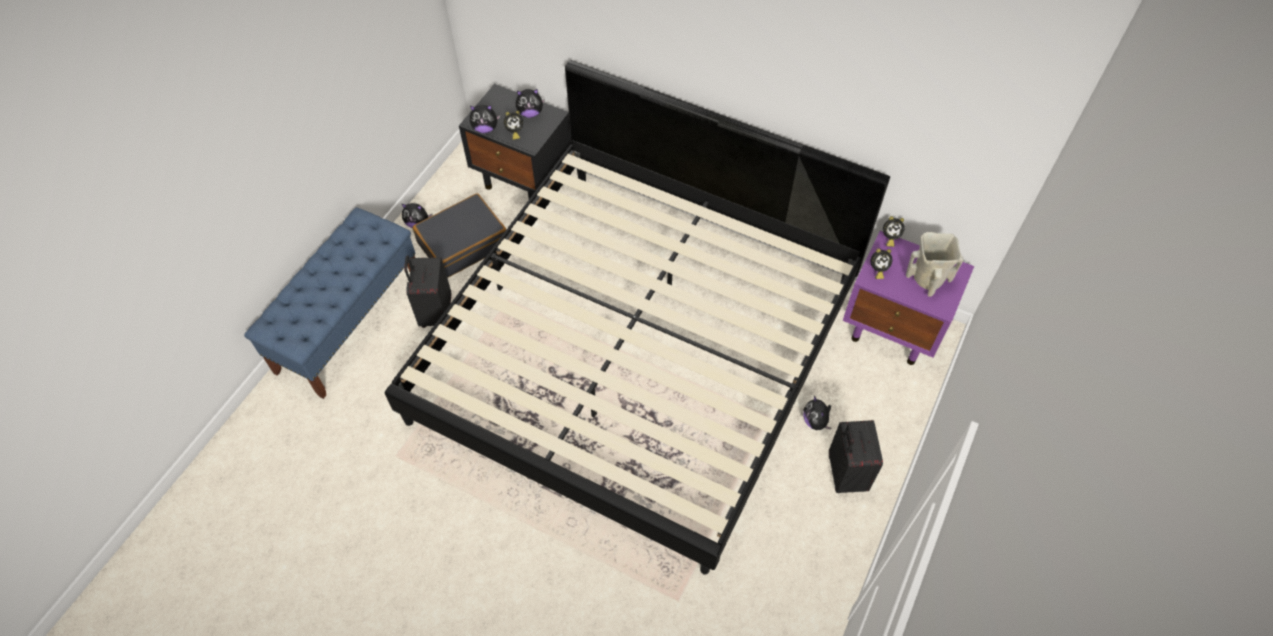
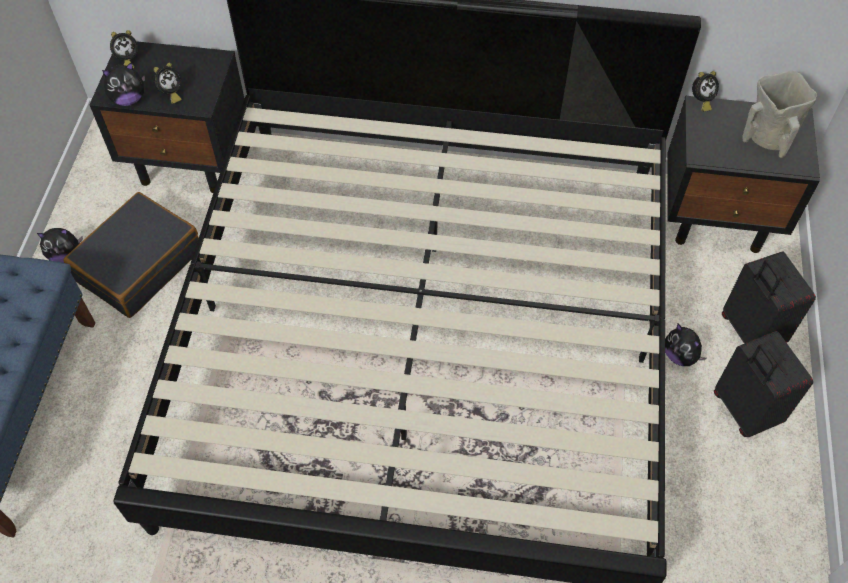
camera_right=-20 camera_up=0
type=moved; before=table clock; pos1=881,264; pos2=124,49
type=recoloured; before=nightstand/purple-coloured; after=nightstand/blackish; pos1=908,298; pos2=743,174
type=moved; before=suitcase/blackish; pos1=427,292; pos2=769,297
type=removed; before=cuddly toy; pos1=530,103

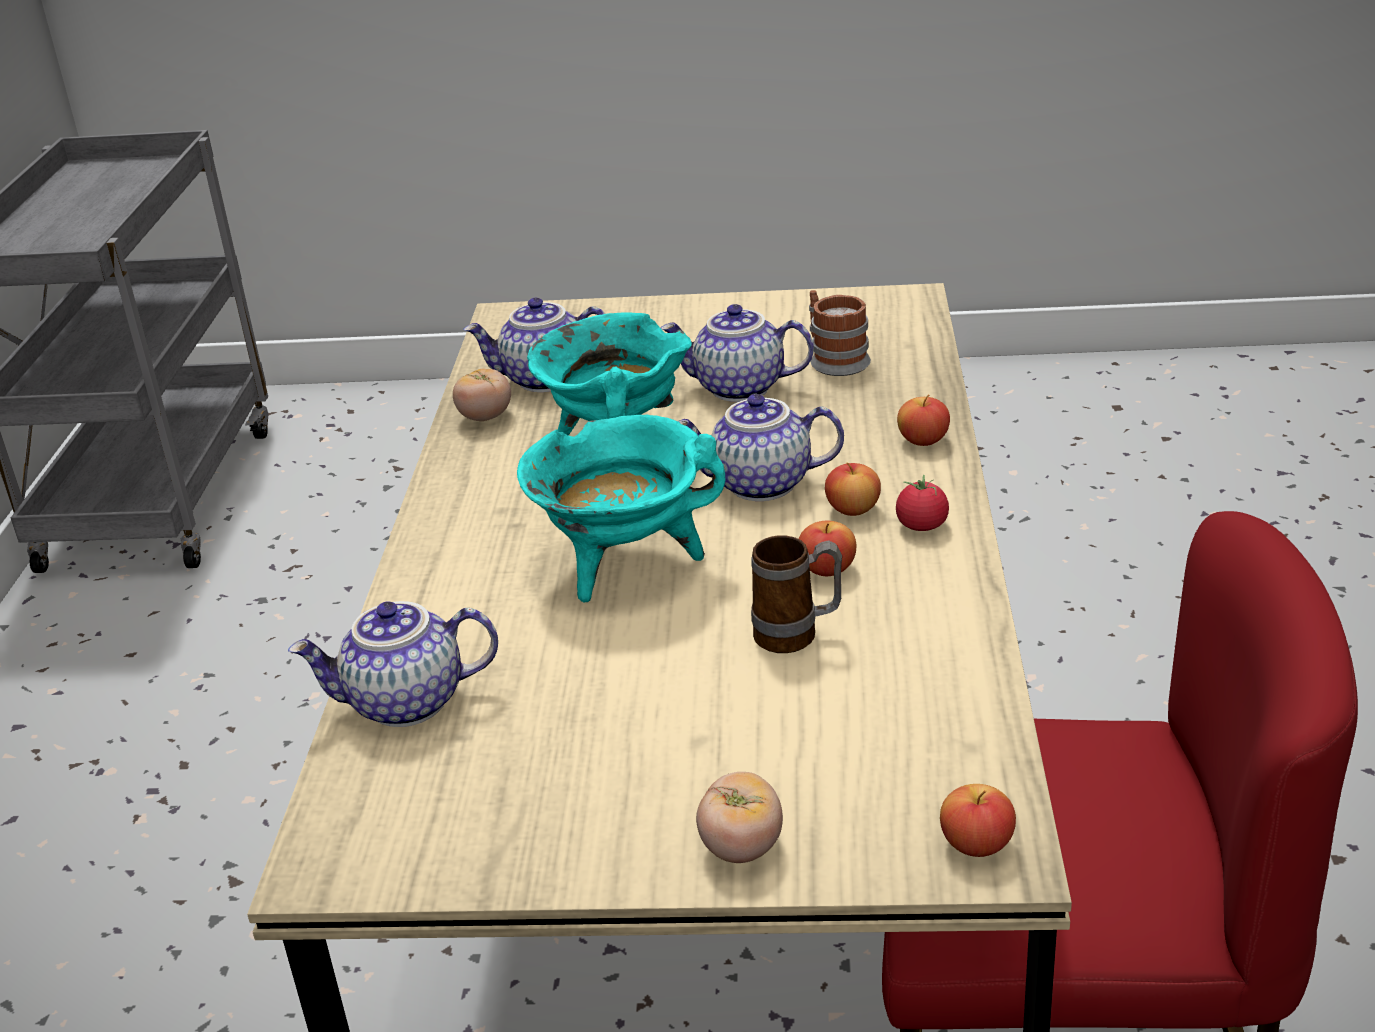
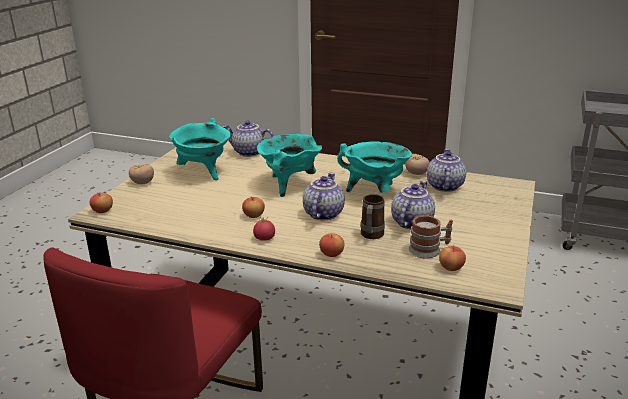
camera_right=105 camera_up=-5
type=added; after=saucepot/blue-green; pos2=200,149
type=turned; before=teapot; pos1=393,664; pos2=248,139; turn=-75
type=moved; before=coffee mug; pos1=796,594; pos2=373,216
type=moved; before=apple; pos1=853,489; pos2=452,258

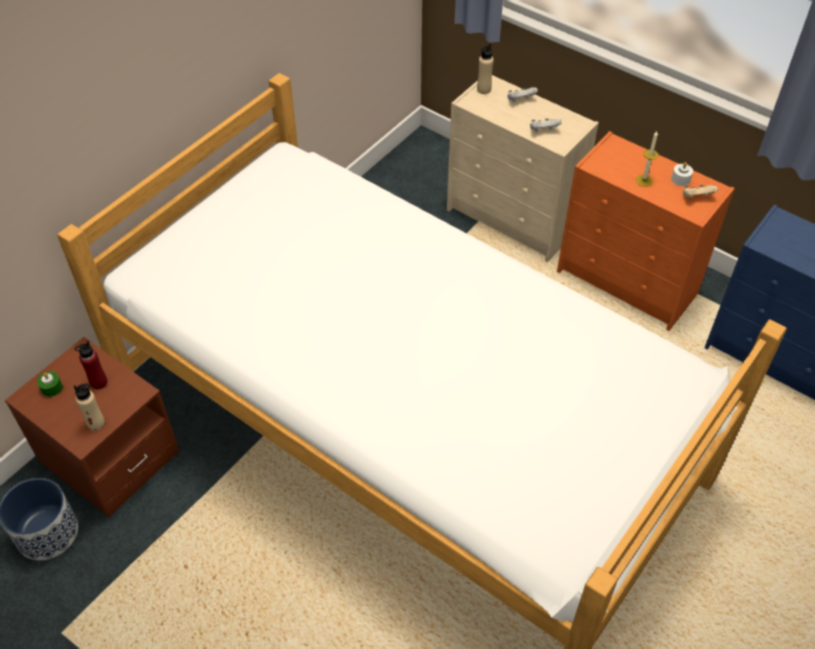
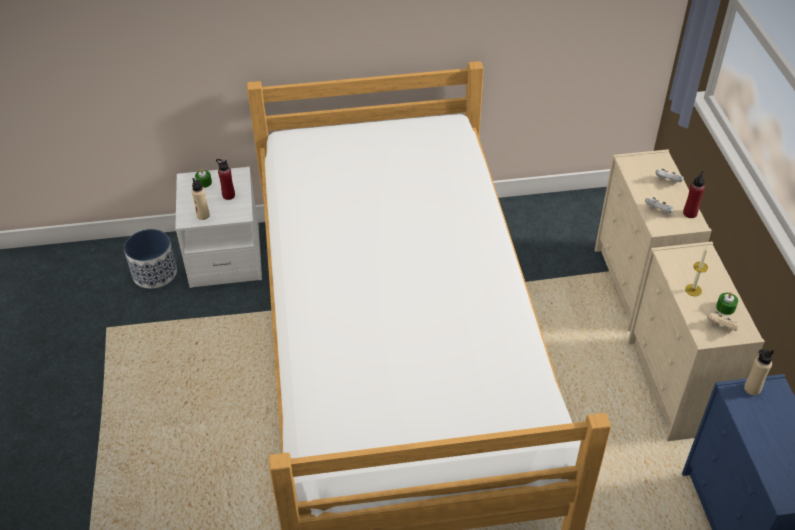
camera_right=45 camera_up=-5
type=recoloured; before=nightstand/brown; after=nightstand/whitish; pos1=92,427; pos2=218,227
type=recoloured; before=drawer chest/orange-coloured; after=drawer chest/beige-coloured; pos1=646,231; pos2=696,341
type=added; after=beverage bottle/reddish; pos2=694,194
type=recoloured; before=wax candle/whitish; after=wax candle/green-coloured; pos1=682,174; pos2=727,303
type=moved; before=beverage bottle/beige-coloured; pos1=485,68; pos2=759,372

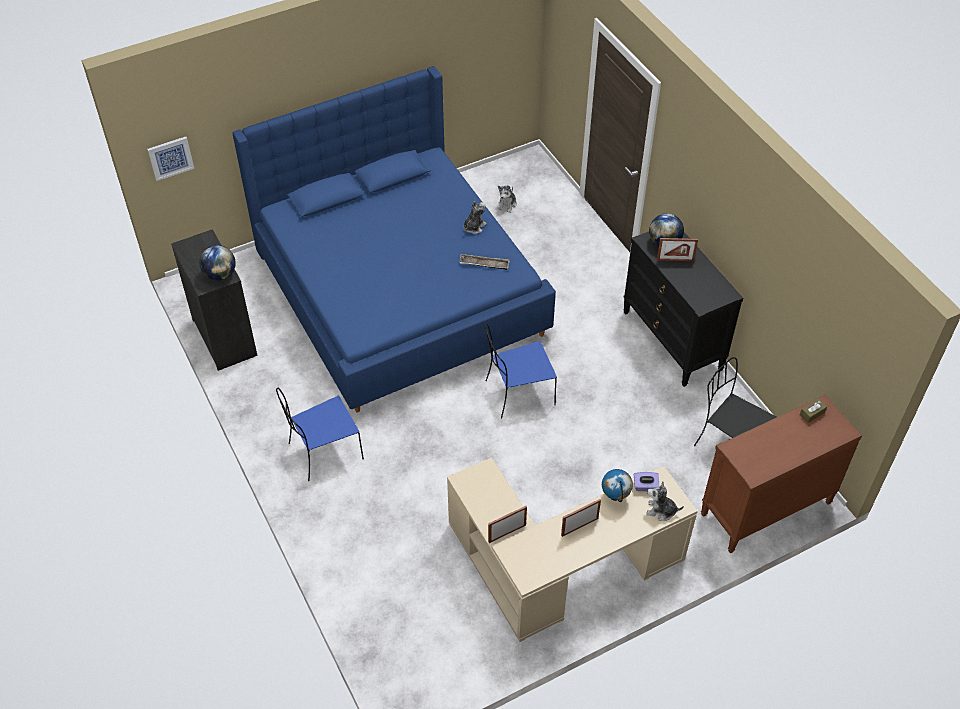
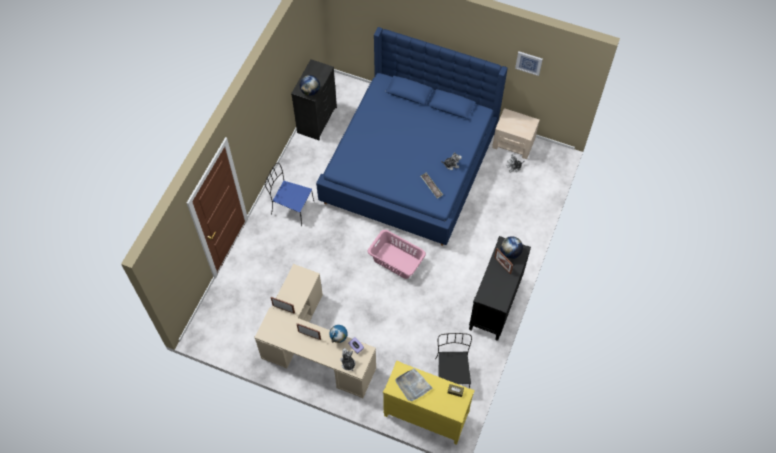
camera_right=50 camera_up=10
type=replaced; before=plain chair/blue-coloured; after=washing basket/pinkish; pos1=521,371; pos2=397,254
type=recoloured; before=drawer chest/brown; after=drawer chest/yellow-coloured; pos1=781,473; pos2=429,402
type=added; after=tray/grey; pos2=414,384
type=added; after=nightstand/beige-coloured; pos2=516,133
type=moved; before=wall picture; pos1=170,159; pos2=529,64

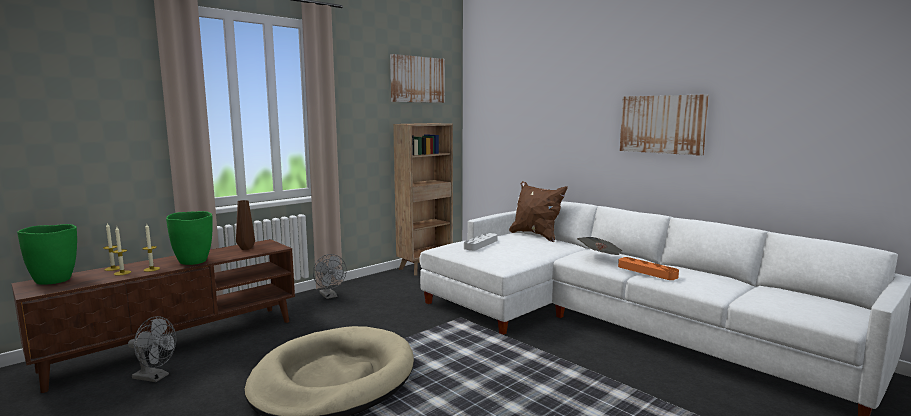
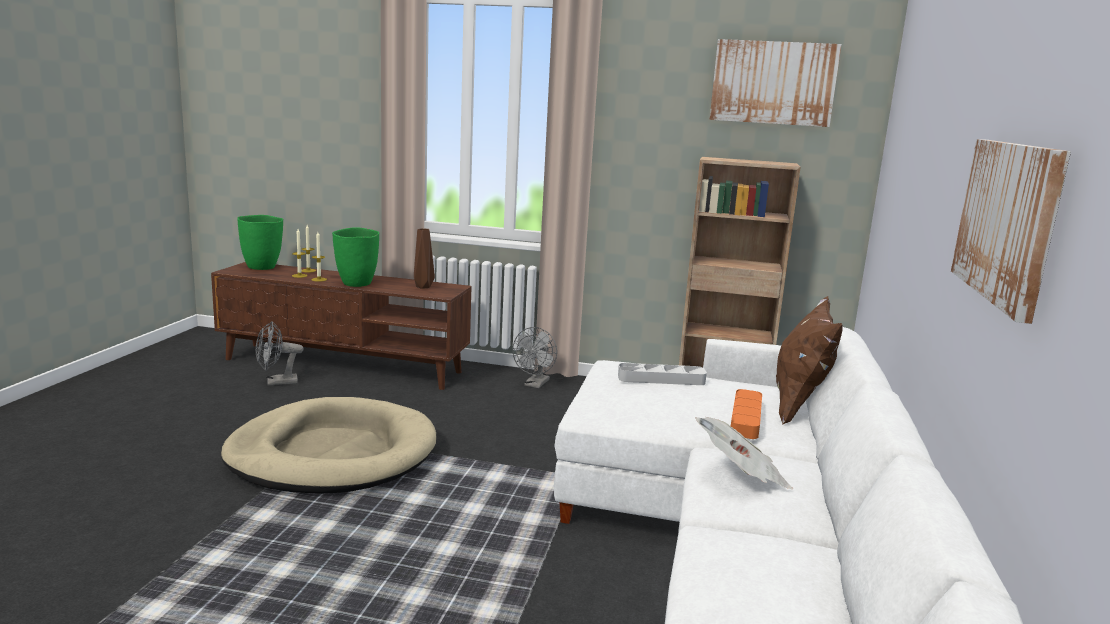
camera_right=55 camera_up=5
type=turned; before=cooling fan/grey; pos1=152,349; pos2=280,353; turn=90
type=moved; before=tray/orange-coloured; pos1=648,268; pos2=746,414

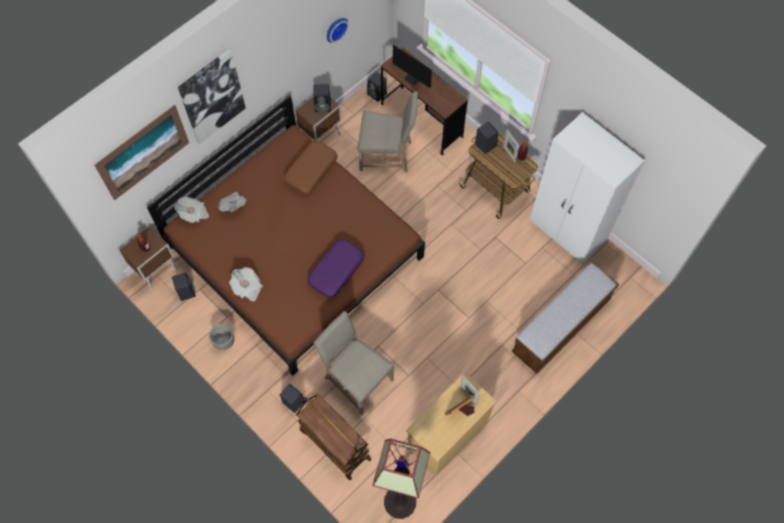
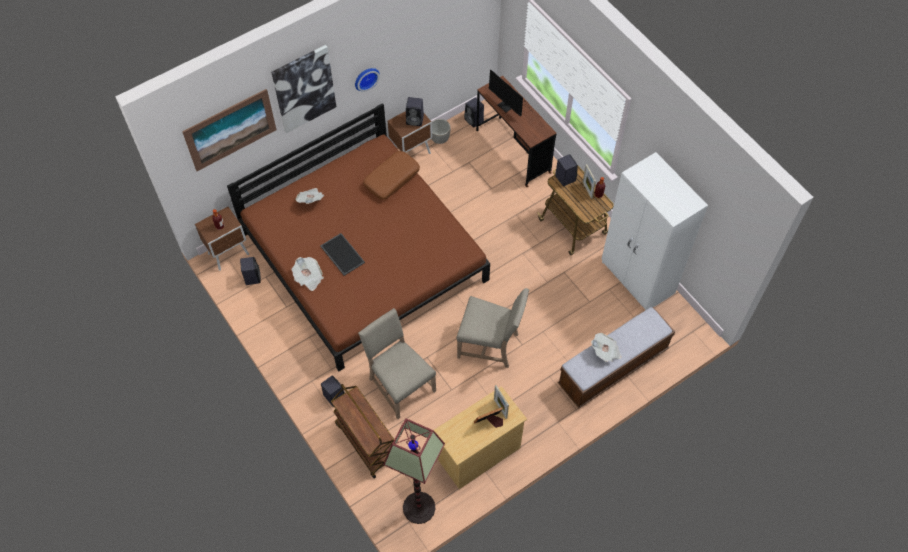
camera_right=10 camera_up=-5
type=added; after=tray; pos2=342,254
type=moved; before=hanging clock; pos1=338,30; pos2=367,80
type=moved; before=flower pot; pos1=221,336; pos2=441,131
type=moved; before=plain chair/beige-coloured; pos1=388,131; pos2=492,328
type=moved; before=daily paper; pos1=192,209; pos2=606,347
type=removed; before=cushion/purple-coloured; pos1=336,268

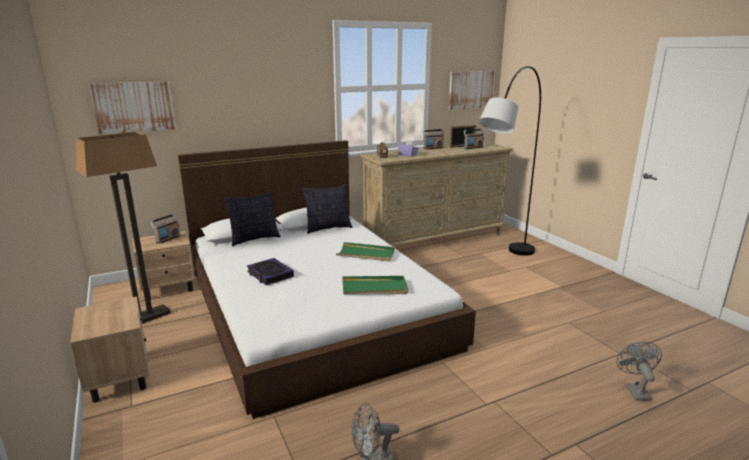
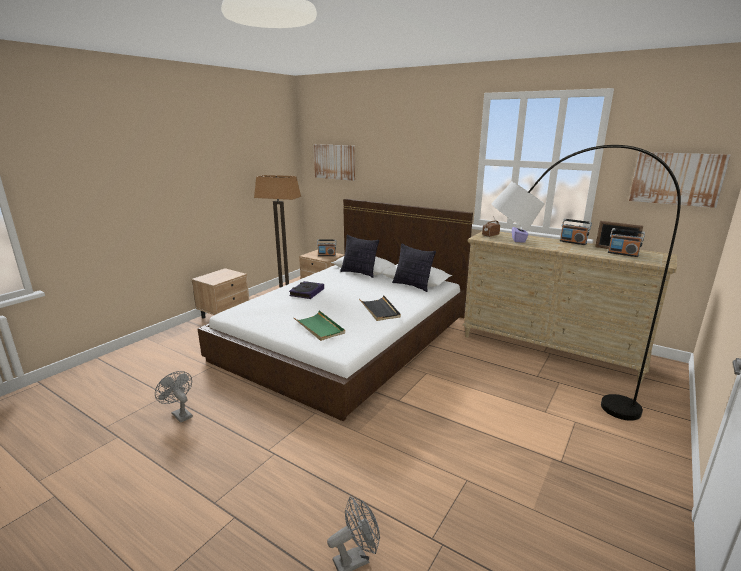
camera_right=60 camera_up=0
type=recoloured; before=tray/green-coloured; after=tray/blackish; pos1=365,251; pos2=380,308

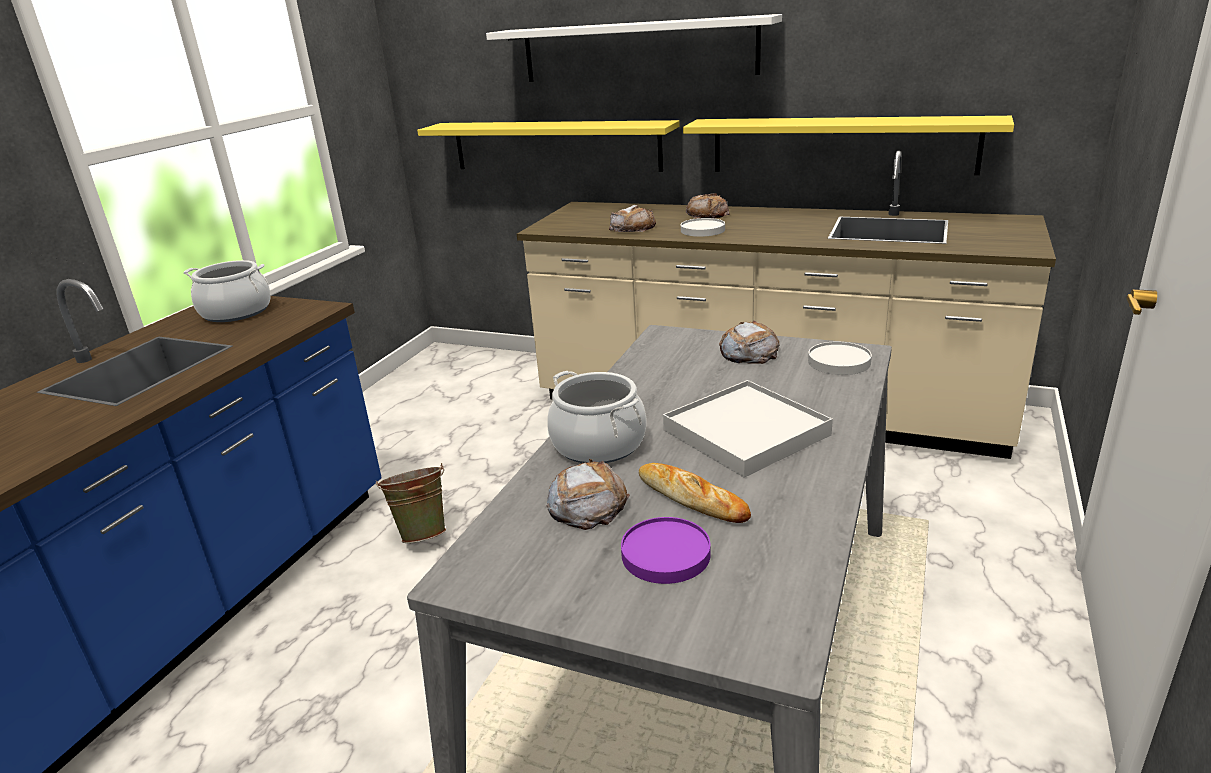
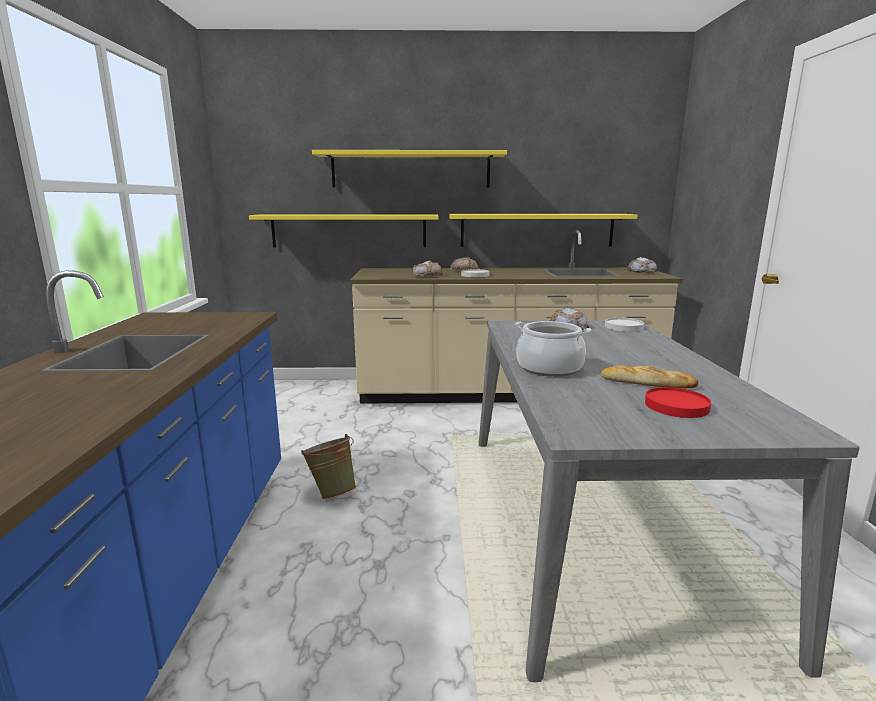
camera_right=-25 camera_up=-10
type=recoloured; before=bracket shelf/whitish; after=bracket shelf/yellow-coloured; pos1=634,48; pos2=409,169
type=moved; before=bakery bread; pos1=588,494; pos2=642,265
type=recoloured; before=flat dish/purple-coloured; after=flat dish/reddish; pos1=666,550; pos2=678,402
type=removed; before=saucepot; pos1=227,291
type=removed; before=tray/whitish; pos1=748,429

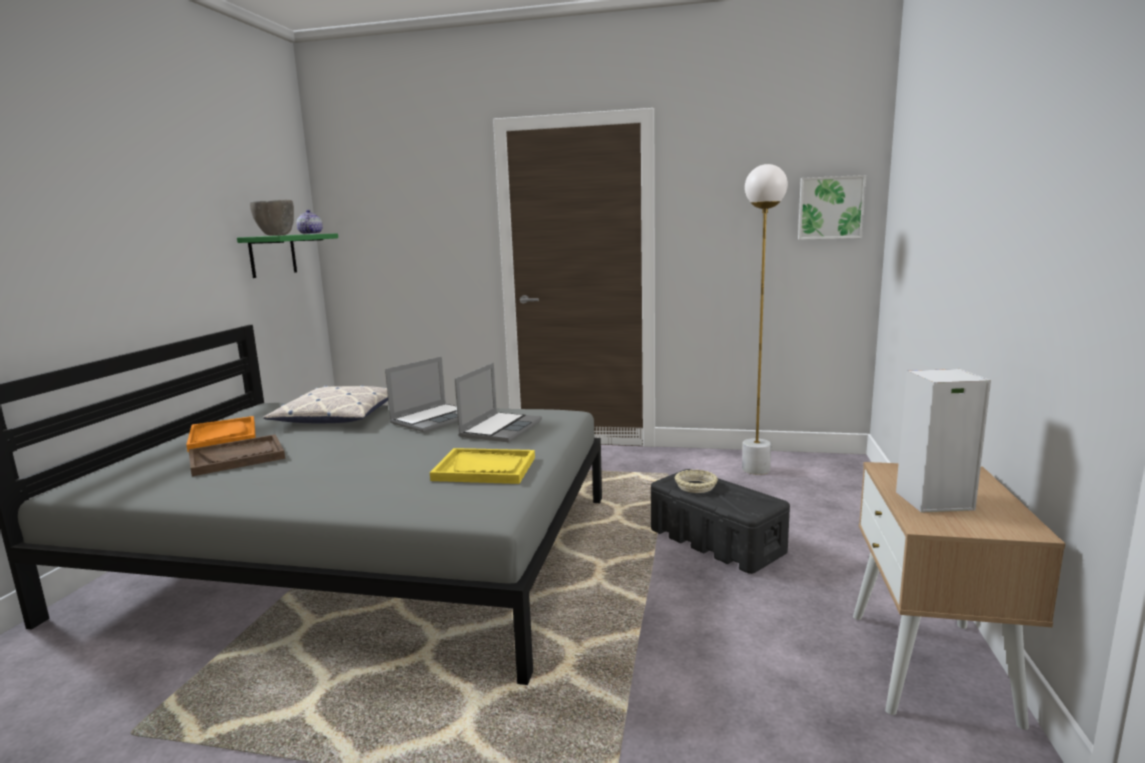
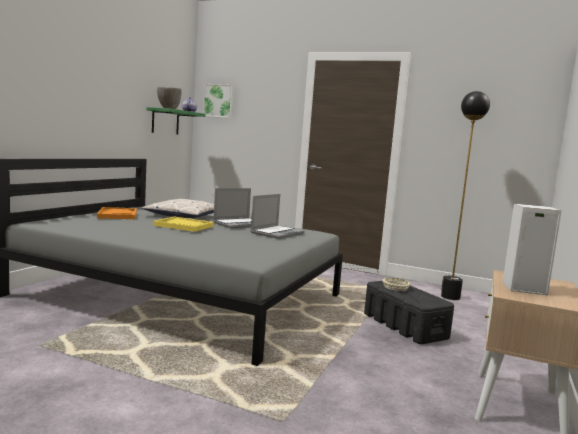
camera_right=10 camera_up=-5
type=moved; before=tray/yellow-coloured; pos1=482,466; pos2=183,224
type=moved; before=wall picture; pos1=832,207; pos2=218,101
type=recoloured; before=standard lamp/whitish; after=standard lamp/blackish; pos1=765,319; pos2=465,195
type=removed; before=tray/brown; pos1=237,455

